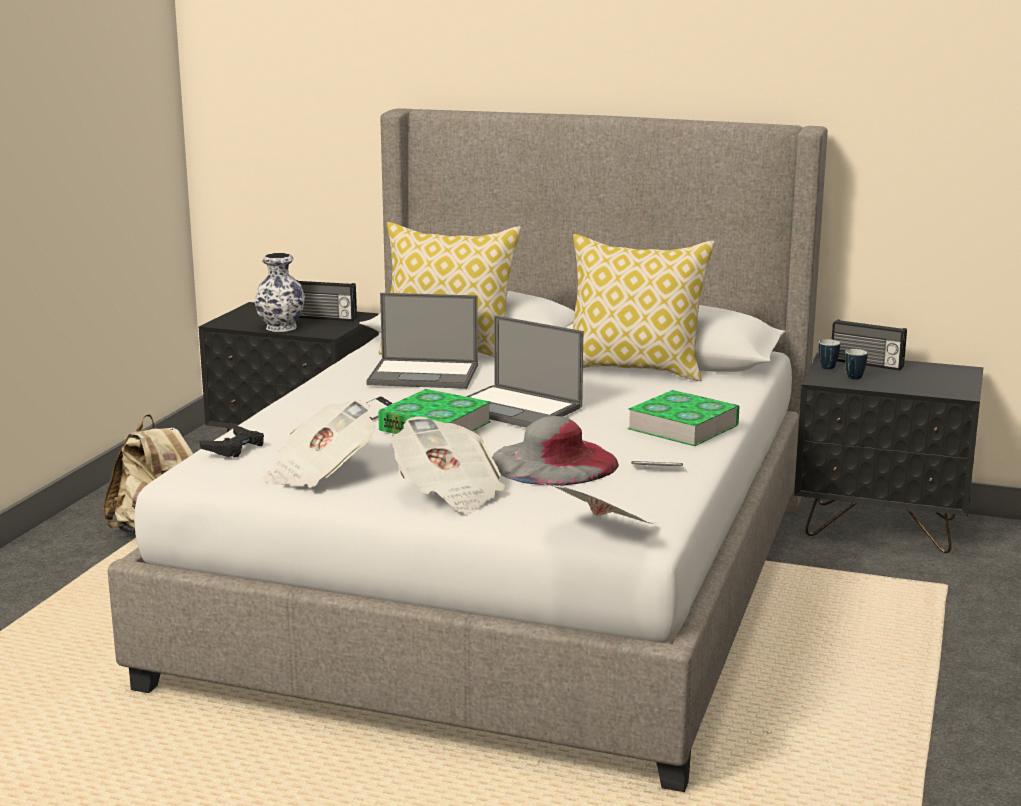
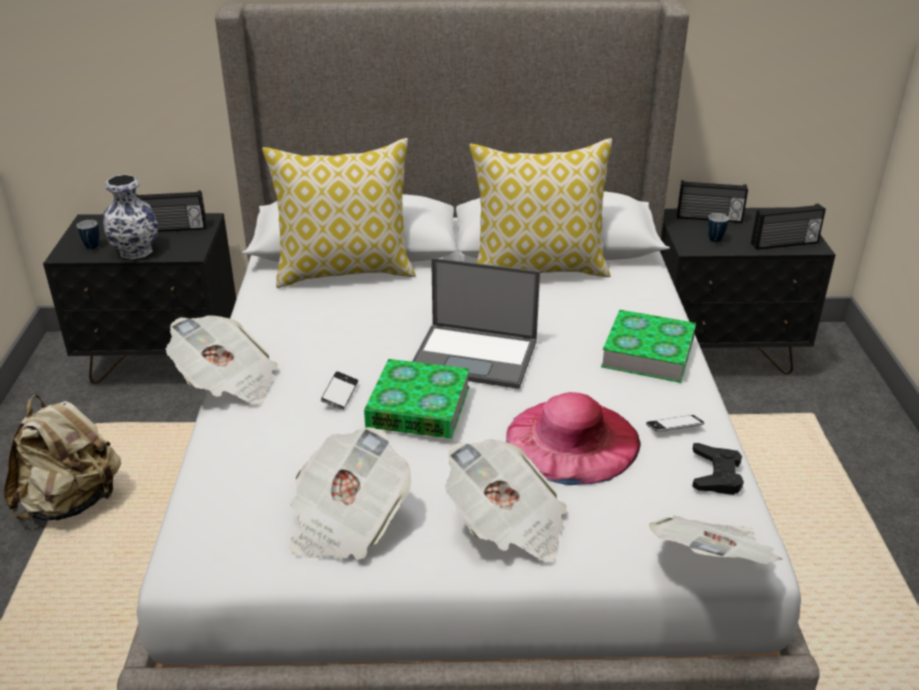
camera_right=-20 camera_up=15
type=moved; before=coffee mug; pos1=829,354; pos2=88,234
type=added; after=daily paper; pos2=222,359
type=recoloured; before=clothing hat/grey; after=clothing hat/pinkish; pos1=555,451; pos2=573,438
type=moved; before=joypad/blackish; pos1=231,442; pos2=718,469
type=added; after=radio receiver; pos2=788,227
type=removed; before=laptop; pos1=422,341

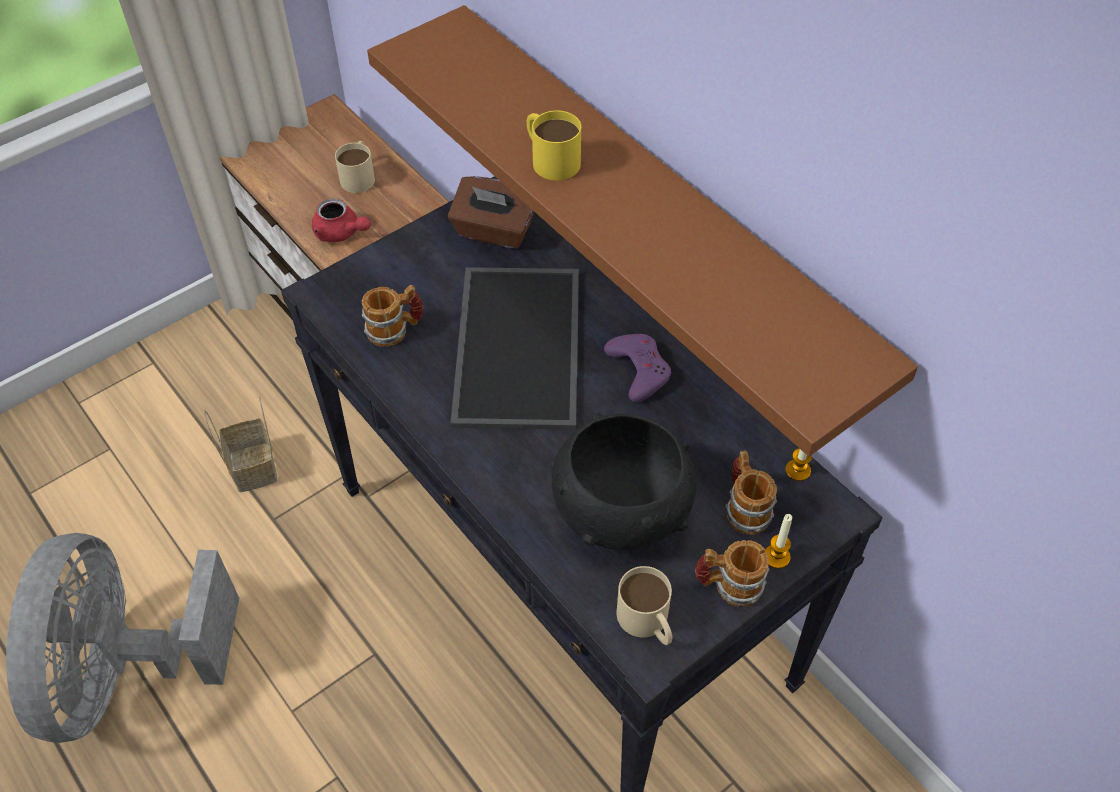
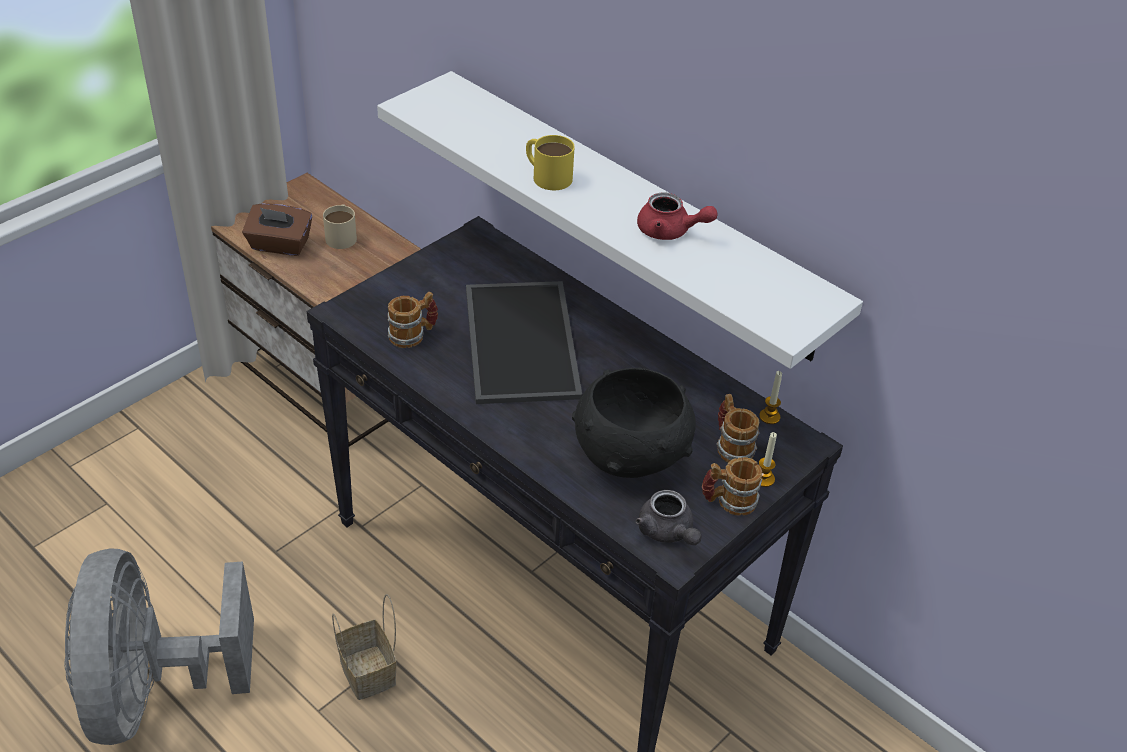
camera_right=-10 camera_up=-10
type=moved; before=box of tissues/brown; pos1=491,212; pos2=277,229
type=moved; before=basket; pos1=240,444; pos2=364,647
type=recoloured; before=bracket shelf/brown; after=bracket shelf/whitish; pos1=642,230; pos2=620,220
type=replaced; before=coffee mug/beige-coloured; after=teapot/grey; pos1=644,605; pos2=669,517
type=moved; before=teapot/reddish; pos1=341,220; pos2=677,216
type=removed; before=joypad/purple-coloured; pos1=637,368

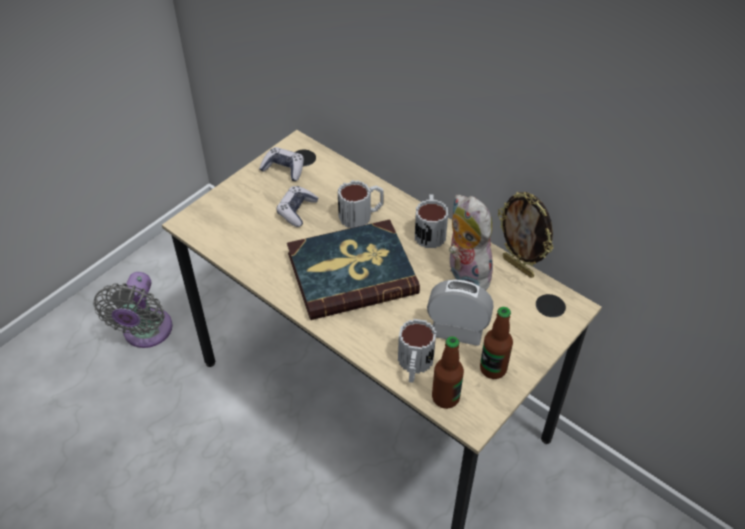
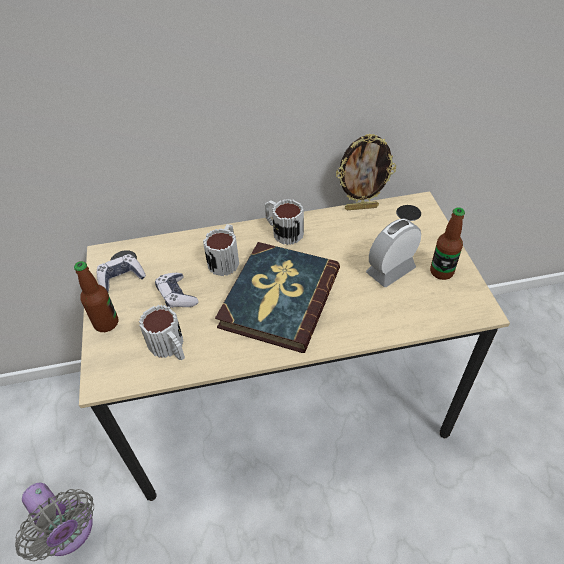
camera_right=-50 camera_up=0
type=moved; before=beverage bottle; pos1=448,372; pos2=96,296
type=moved; before=coffee mug; pos1=417,351; pos2=162,333
type=removed; before=cuddly toy; pos1=471,242

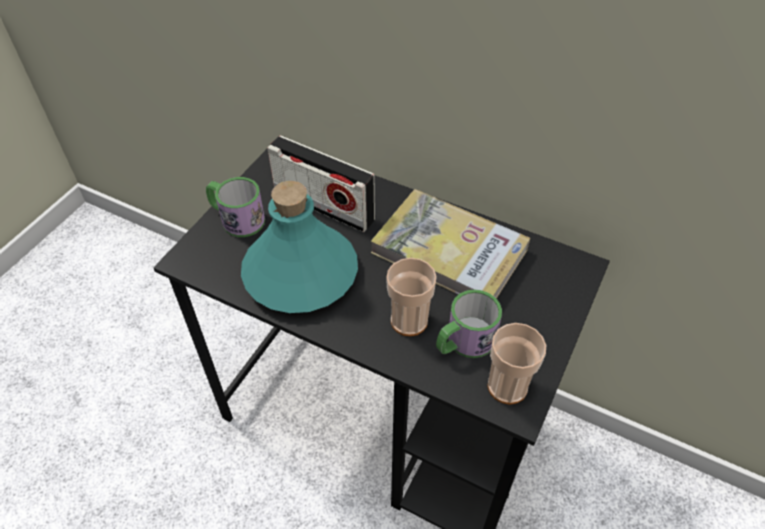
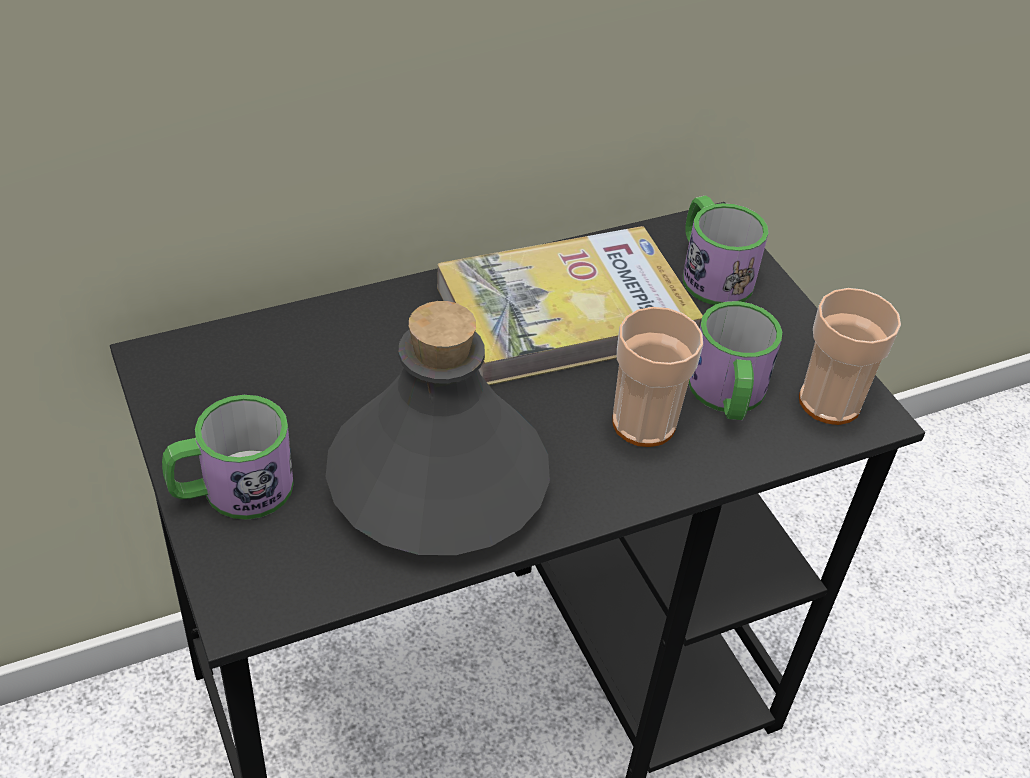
camera_right=-55 camera_up=-5
type=recoloured; before=beverage bottle/blue-green; after=beverage bottle/grey; pos1=299,247; pos2=438,428
type=added; after=coffee mug; pos2=725,250
type=removed; before=radio receiver; pos1=321,183

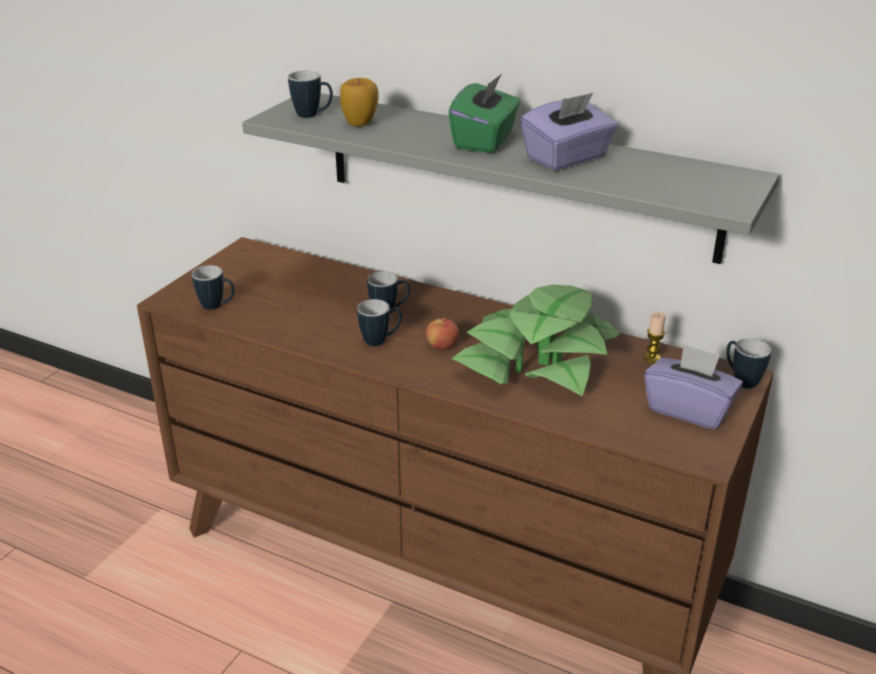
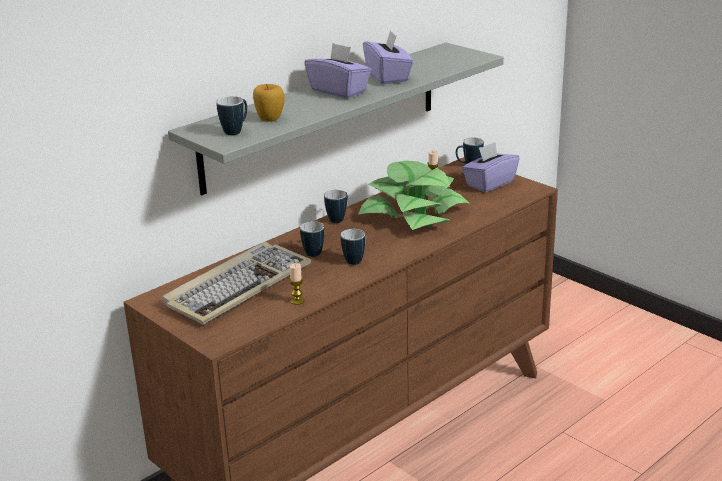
camera_right=-70 camera_up=-5
type=added; after=PC keyboard; pos2=236,283
type=added; after=wax candle; pos2=296,284
type=recoloured; before=box of tissues/green-coloured; after=box of tissues/purple-coloured; pos1=484,113; pos2=338,70
type=moved; before=coffee mug; pos1=213,287; pos2=336,206
type=removed; before=apple; pos1=442,333

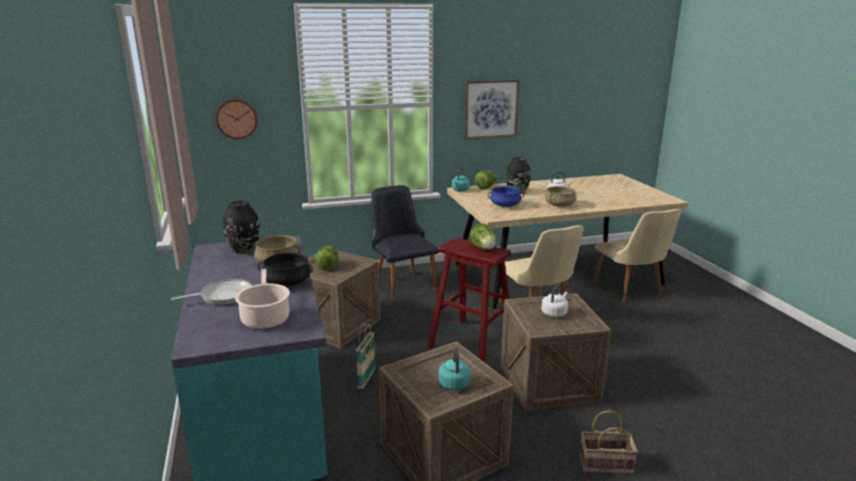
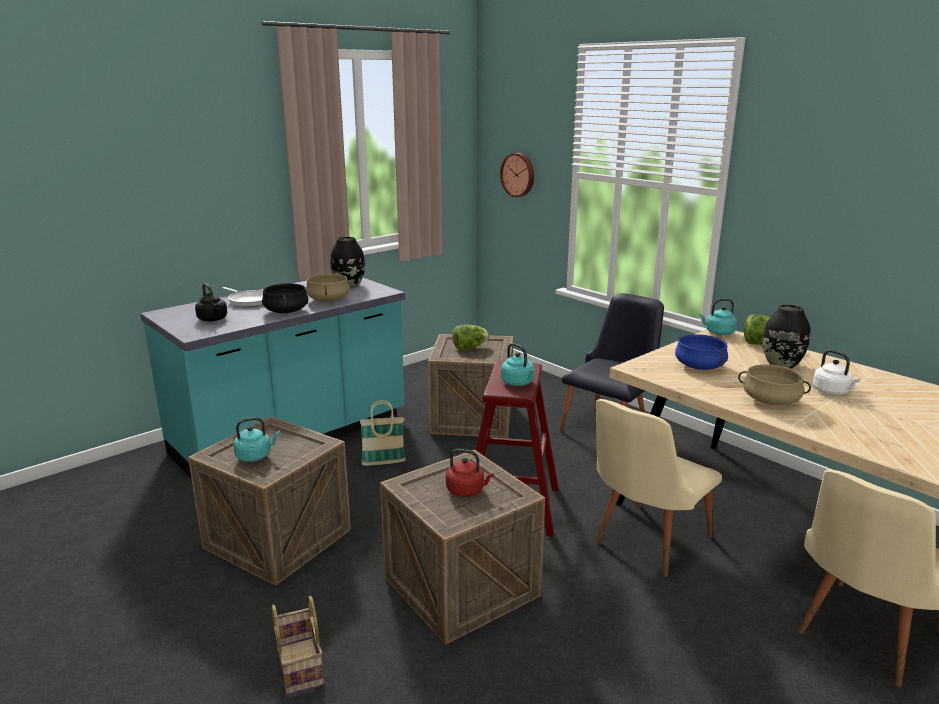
camera_right=65 camera_up=0
type=replaced; before=saucepot; after=tea kettle/blackish; pos1=262,299; pos2=211,302
type=recoloured; before=tea kettle/whitish; after=tea kettle/reddish; pos1=554,300; pos2=470,473
type=replaced; before=lettuce; after=tea kettle/blue-green; pos1=483,236; pos2=518,364
type=removed; before=wall picture; pos1=492,109

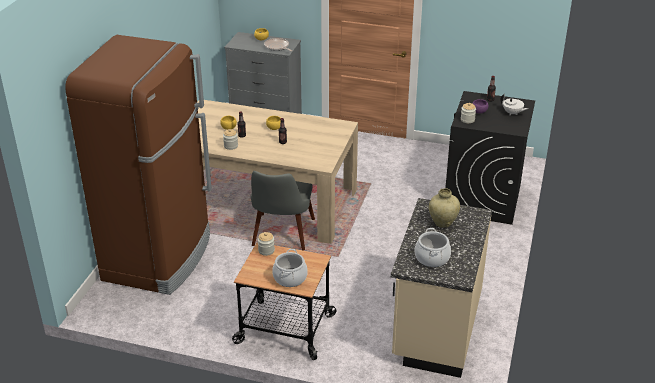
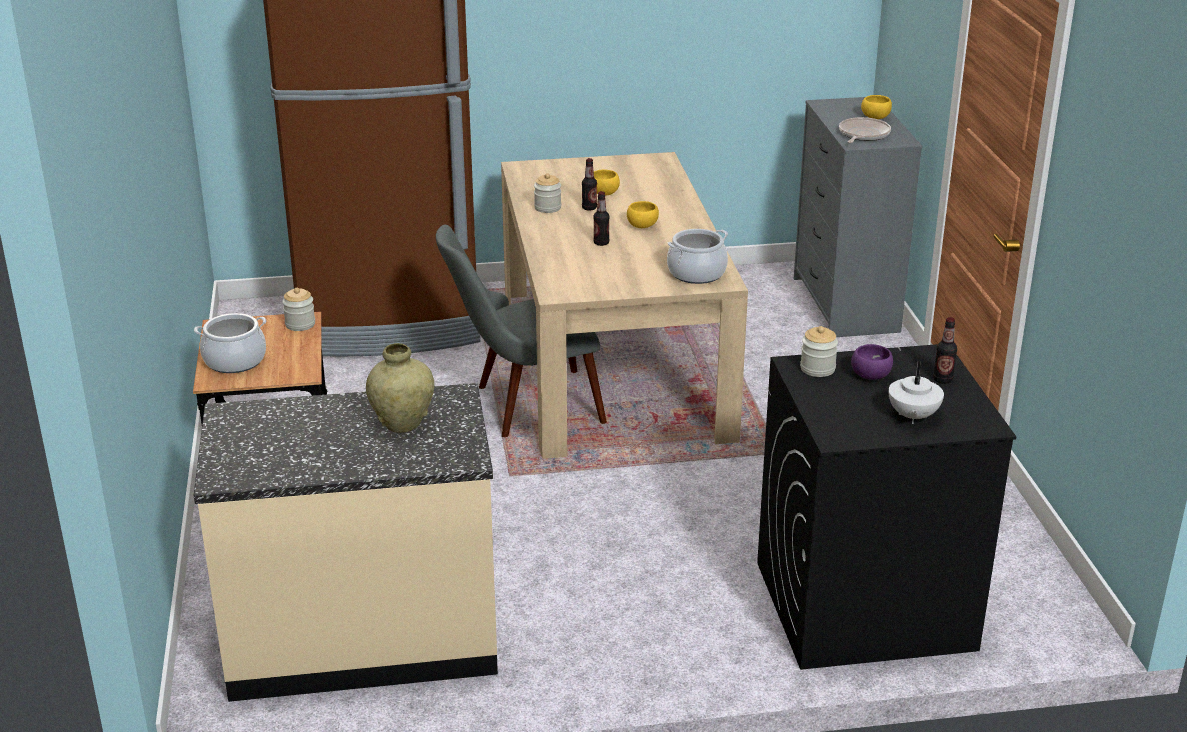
camera_right=65 camera_up=-5
type=moved; before=saucepot; pos1=433,247; pos2=697,256

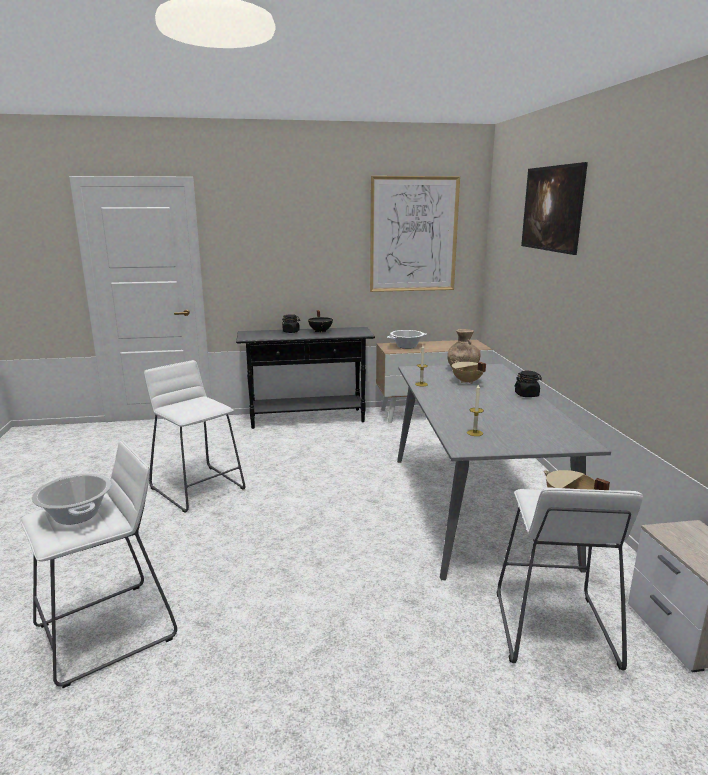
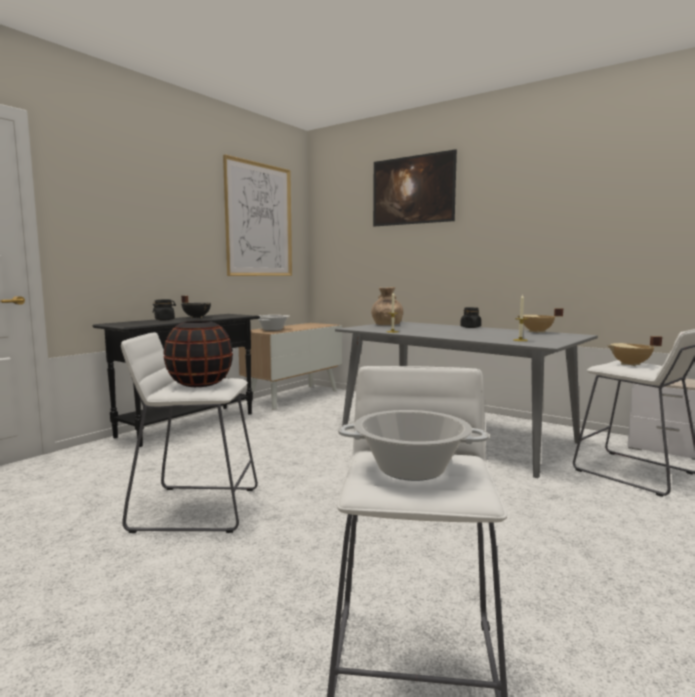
camera_right=-45 camera_up=-10
type=added; after=decorative vase/blackish; pos2=198,354
type=moved; before=saucepot/beige-coloured; pos1=469,372; pos2=540,320

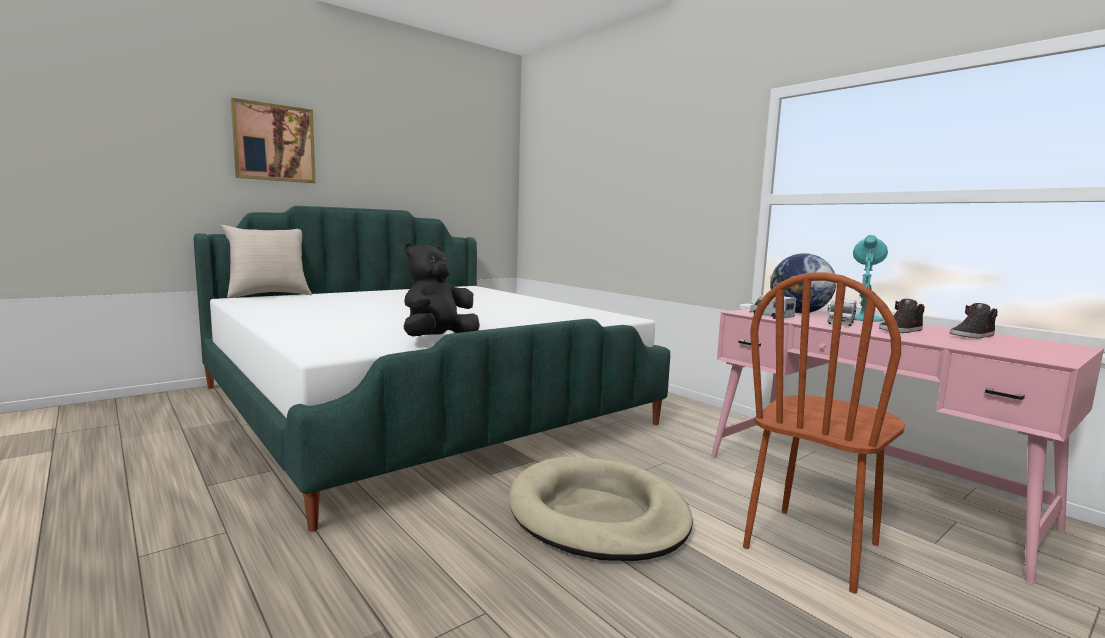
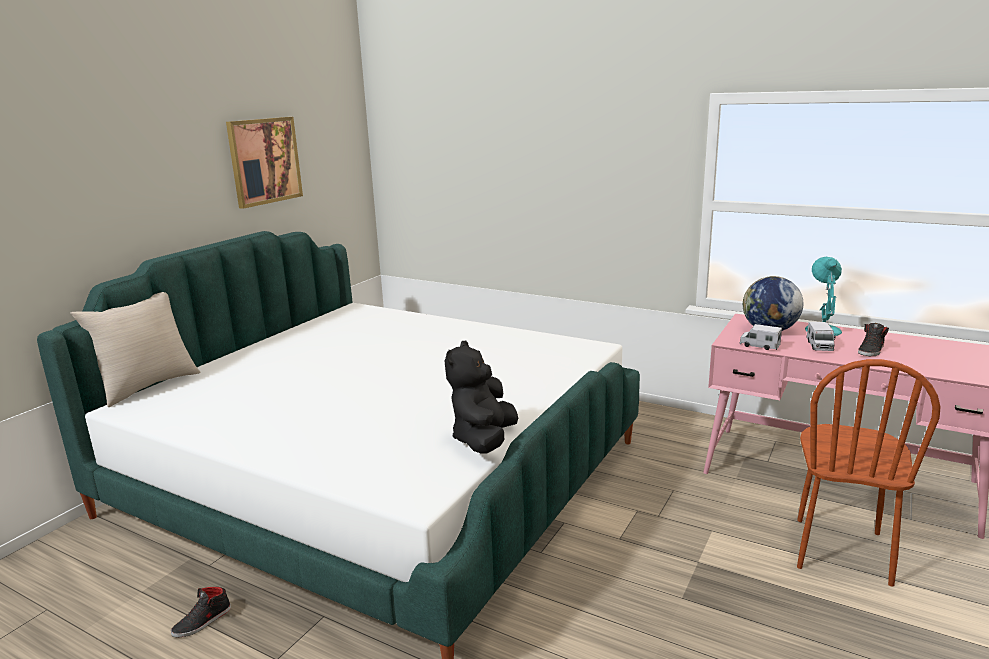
camera_right=-20 camera_up=10
type=moved; before=item of footwear/blackish; pos1=974,321; pos2=201,612
type=moved; before=wall picture; pos1=273,140; pos2=264,163
type=removed; before=dog cushion/beige-coloured; pos1=601,509

